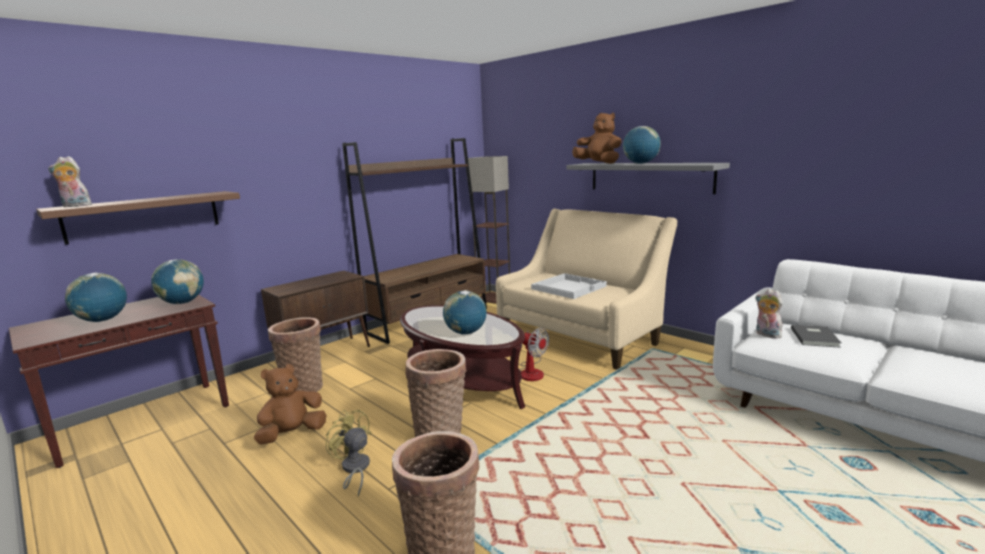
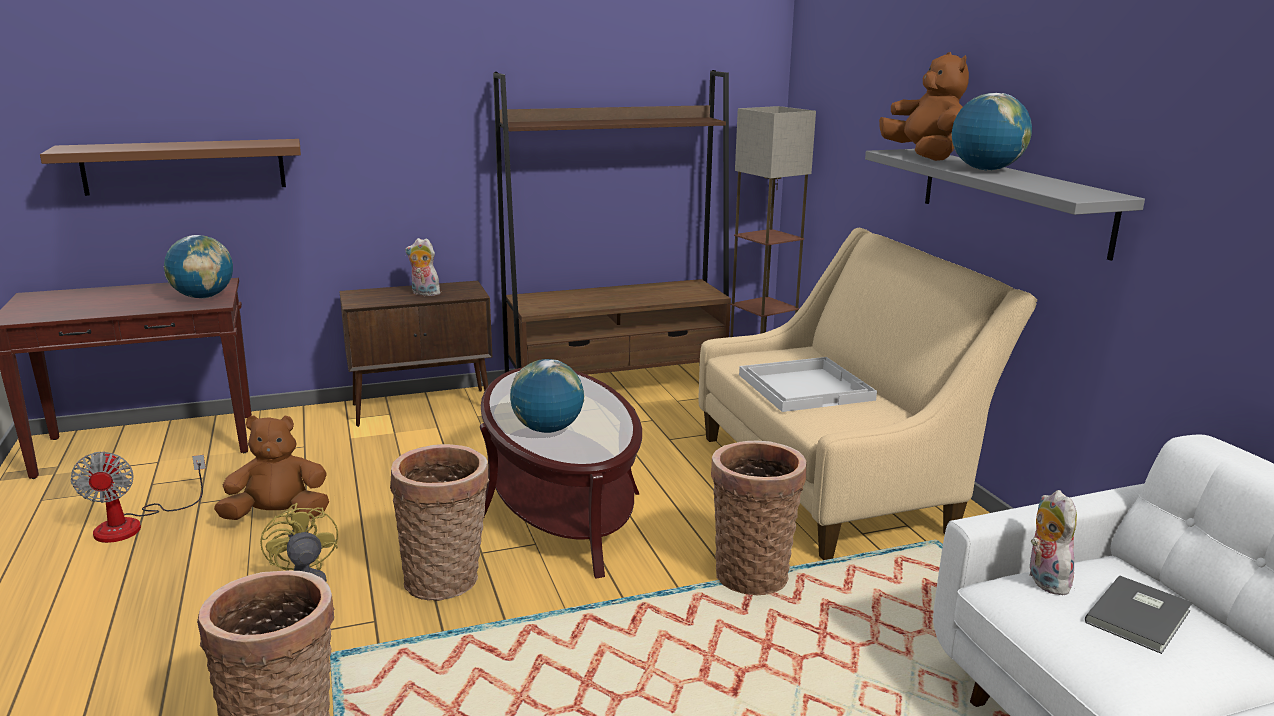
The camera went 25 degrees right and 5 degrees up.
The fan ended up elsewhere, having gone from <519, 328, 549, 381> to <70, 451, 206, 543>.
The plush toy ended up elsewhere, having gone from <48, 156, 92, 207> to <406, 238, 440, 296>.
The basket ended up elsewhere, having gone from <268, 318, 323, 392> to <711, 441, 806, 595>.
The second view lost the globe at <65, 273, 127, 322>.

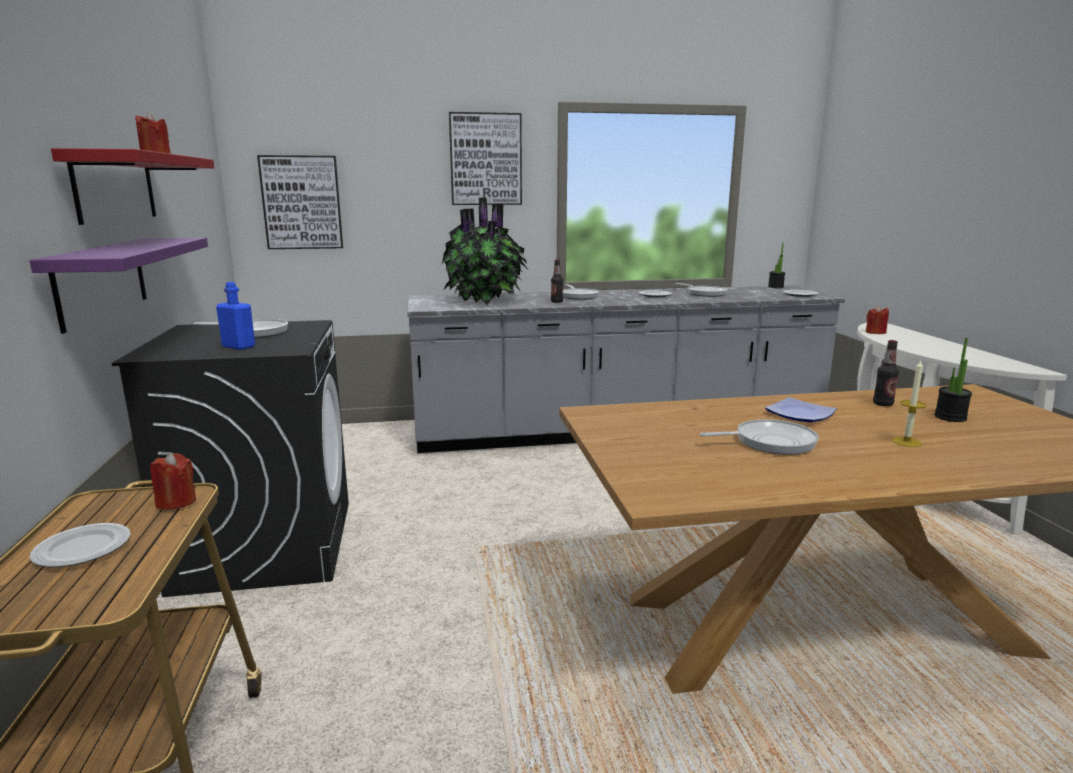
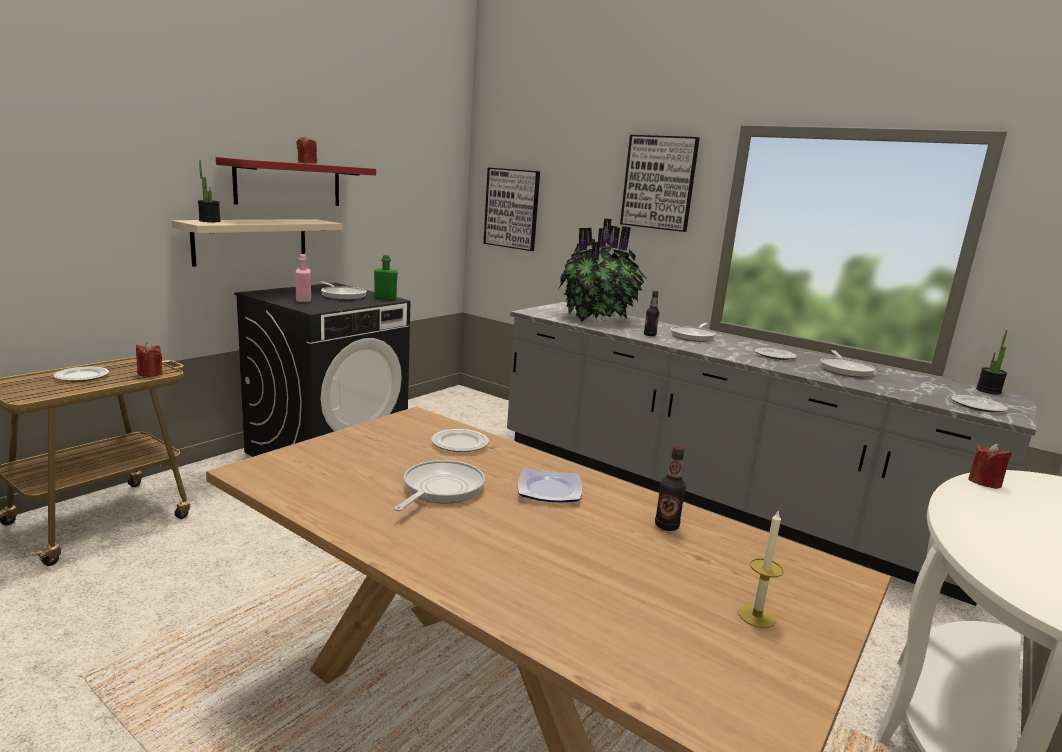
The camera went 45 degrees right and 0 degrees up.
What was the purple shelf at <30, 238, 208, 334> turned into the beige shelf at <172, 219, 343, 267>.
The potted plant ended up elsewhere, having gone from <934, 338, 972, 422> to <198, 160, 221, 222>.
What was the blue bottle at <216, 282, 255, 350> turned into the pink bottle at <295, 254, 311, 302>.
The second view gained the green bottle at <374, 255, 398, 300>.
The frying pan at <700, 419, 819, 455> ended up facing another way, 105 degrees counterclockwise from before.
The second view gained the plate at <431, 429, 489, 452>.
The candle ended up elsewhere, having gone from <892, 361, 926, 447> to <738, 510, 784, 628>.

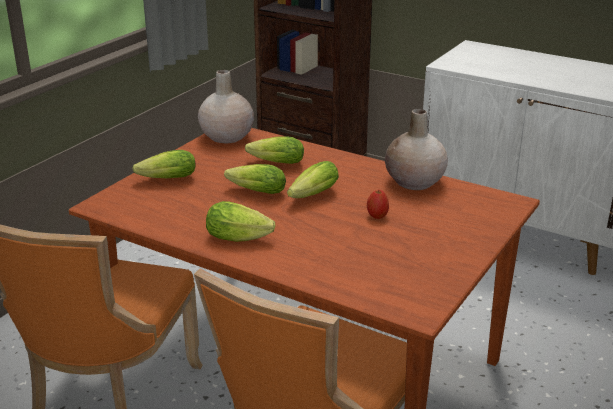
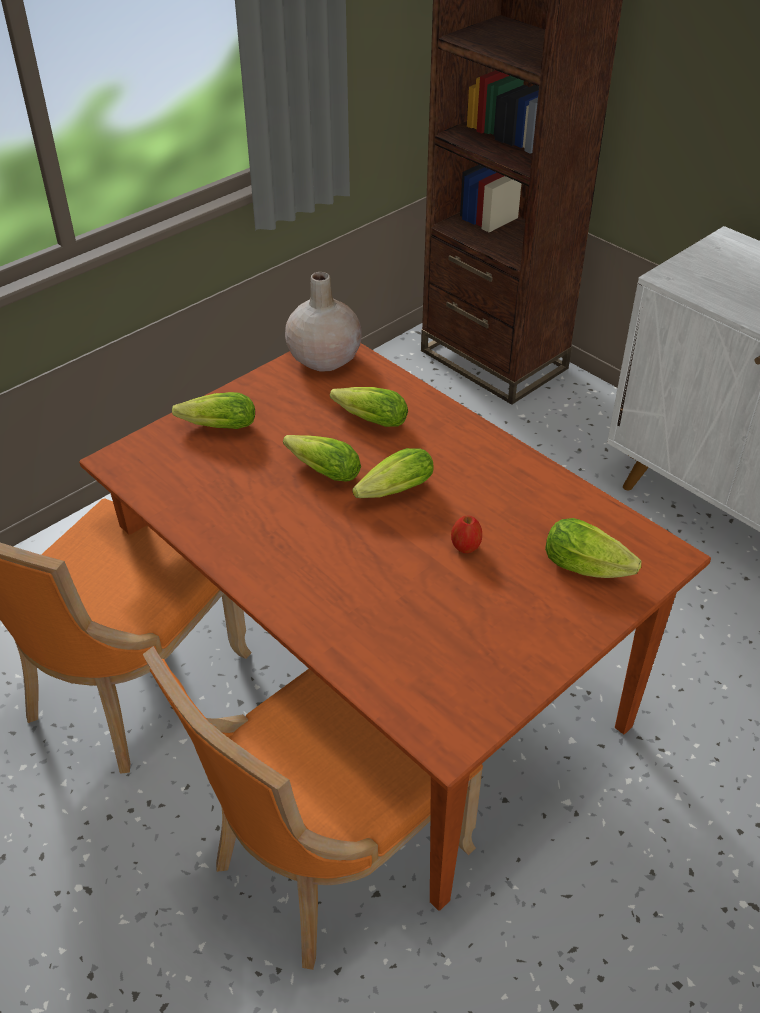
The camera went 15 degrees right and 15 degrees up.
The lettuce ended up elsewhere, having gone from <206, 201, 275, 242> to <545, 518, 641, 578>.
The second view lost the beige vase at <385, 109, 448, 190>.

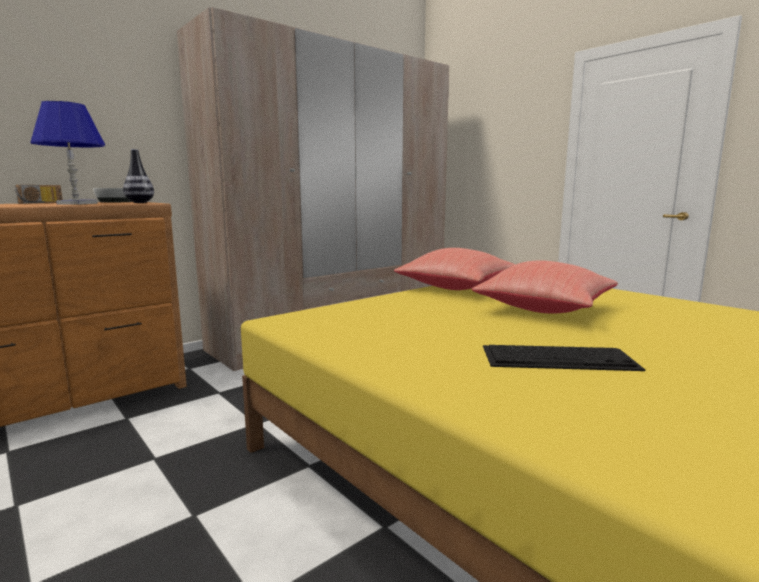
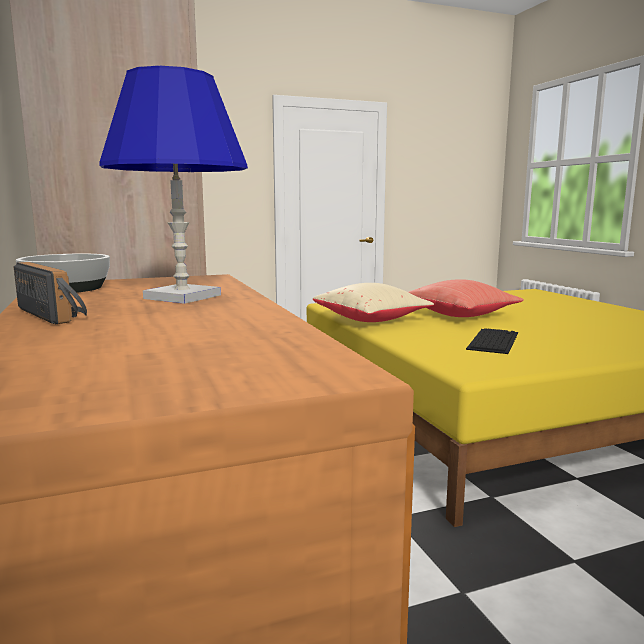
The camera went 70 degrees left and 0 degrees up.
What was the red pillow at <394, 248, 516, 290> turned into the beige pillow at <313, 283, 434, 322>.
The keyboard ended up elsewhere, having gone from <483, 345, 645, 371> to <466, 328, 518, 354>.
The second view lost the vase at <123, 149, 154, 203>.

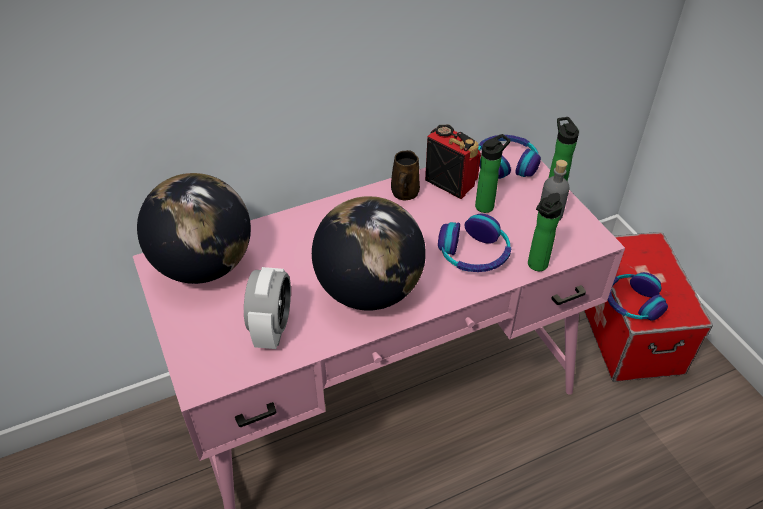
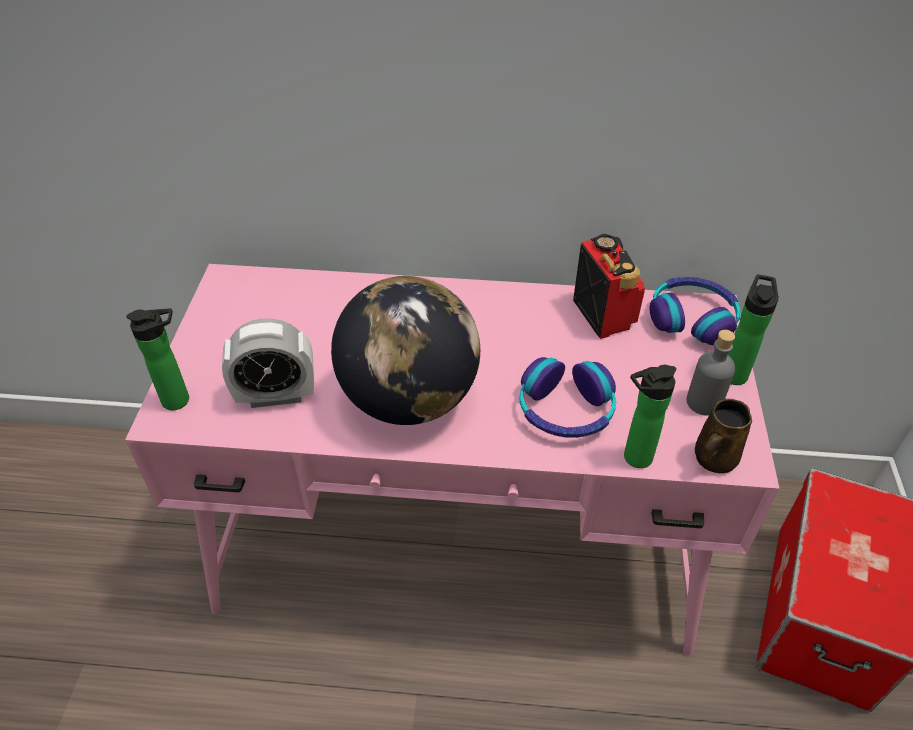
The camera went 30 degrees right and 0 degrees up.
The bottle ended up elsewhere, having gone from <475, 134, 511, 213> to <126, 308, 189, 410>.
The alarm clock at <244, 267, 291, 349> ended up facing another way, 45 degrees clockwise from before.
The brown mug ended up elsewhere, having gone from <391, 150, 420, 201> to <695, 399, 752, 473>.
The second view lost the globe at <137, 173, 251, 284>.
The second view lost the headphones at <608, 272, 668, 321>.

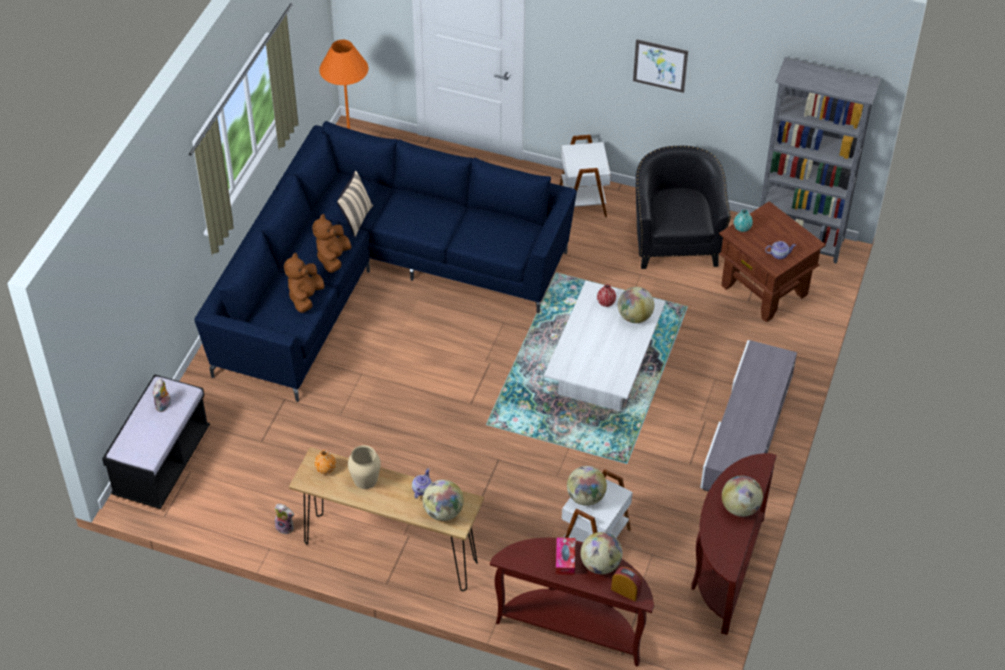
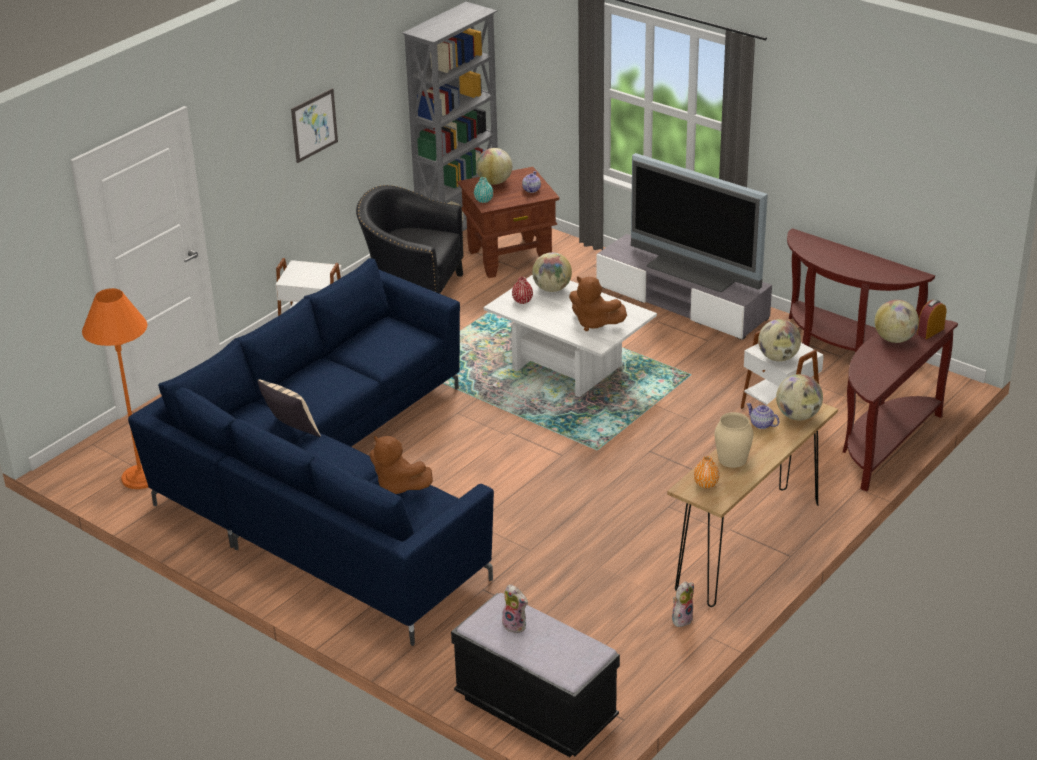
The camera went 70 degrees left and 15 degrees down.
The globe ended up elsewhere, having gone from <722, 476, 763, 517> to <476, 148, 512, 184>.
The brown plush toy ended up elsewhere, having gone from <312, 214, 351, 273> to <569, 276, 627, 331>.
The second view gained the television at <631, 153, 768, 292>.
The second view lost the tissue box at <556, 537, 576, 575>.

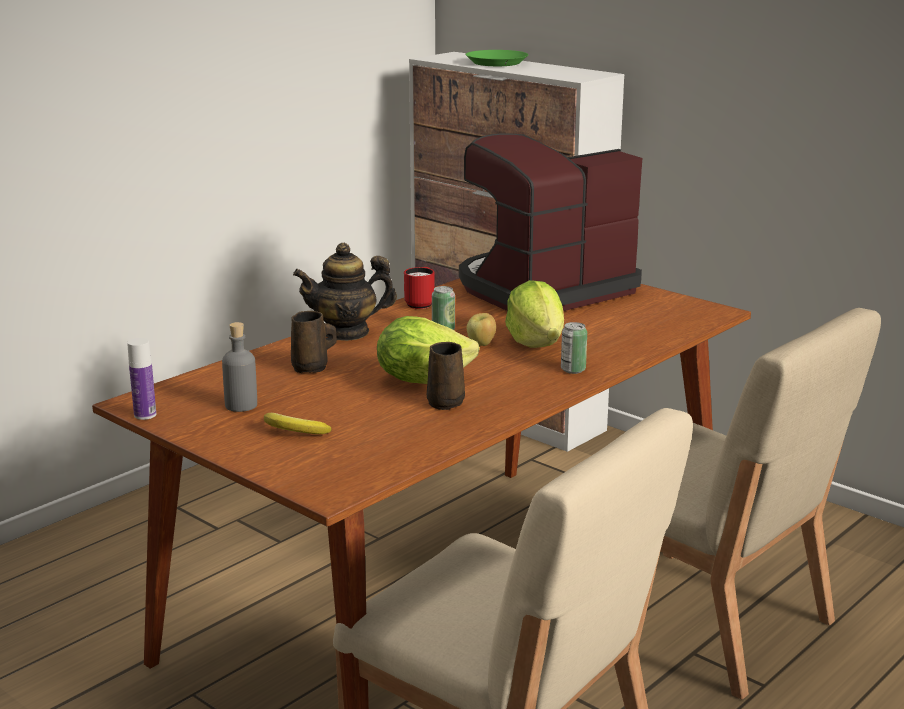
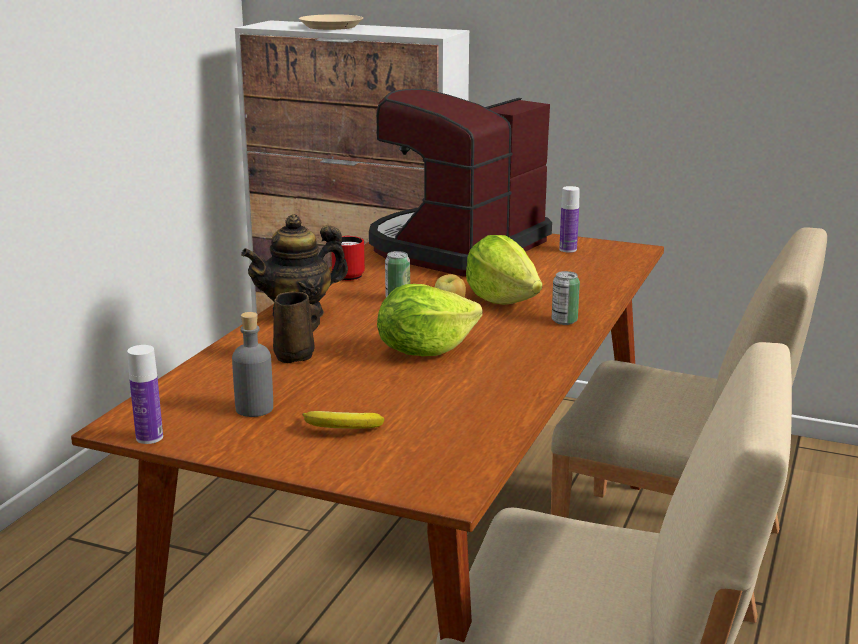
The camera went 20 degrees left and 0 degrees up.
What was the green plate at <465, 50, 528, 66> turned into the beige plate at <299, 14, 363, 30>.
The second view gained the bottle at <559, 186, 580, 253>.
The second view lost the brown mug at <427, 342, 465, 410>.

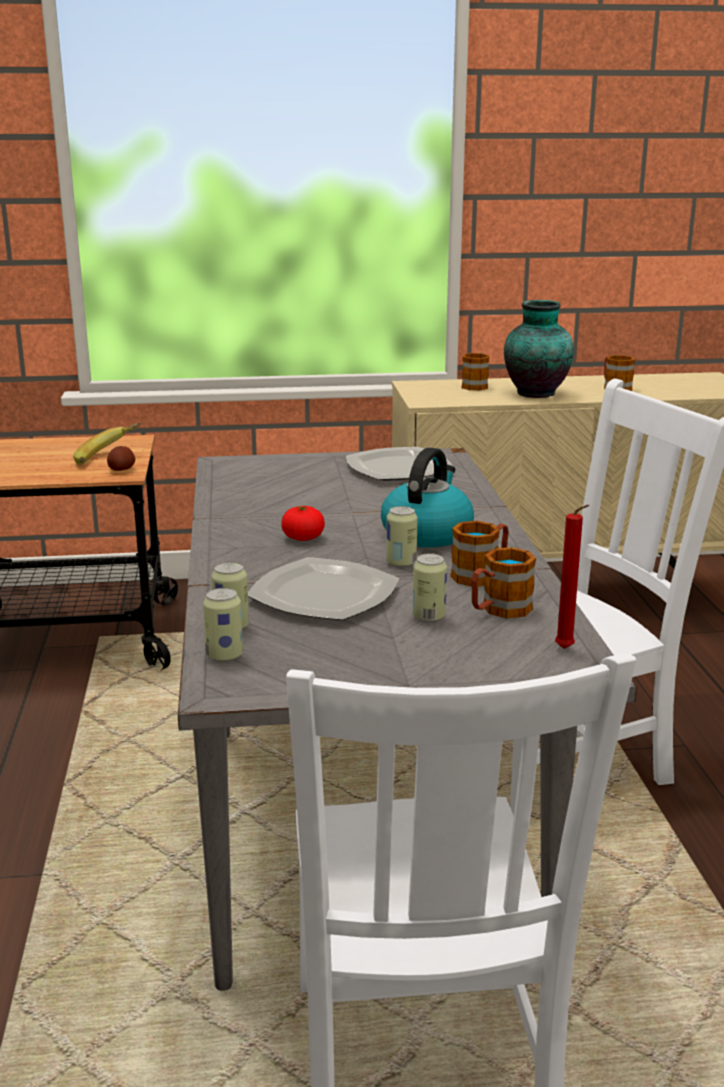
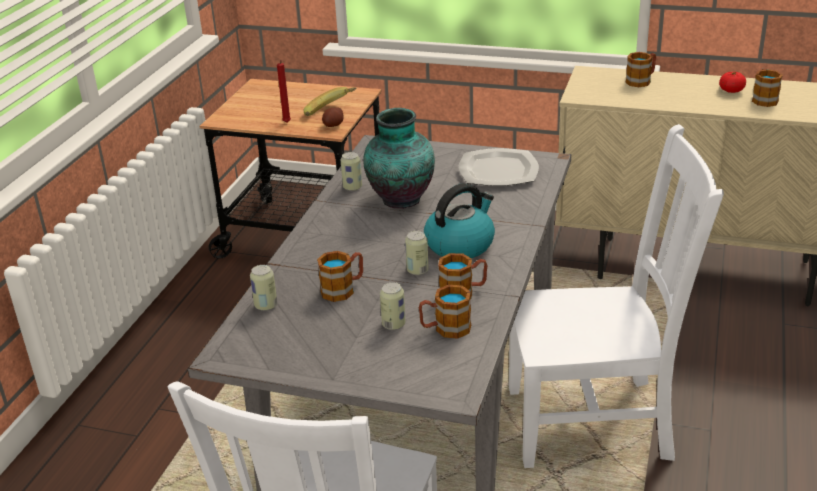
The camera went 25 degrees right and 10 degrees up.
The red candle ended up elsewhere, having gone from <555, 505, 589, 649> to <277, 60, 291, 123>.
Where the plate stood at <248, 557, 399, 620>, the mug came to stand at <317, 251, 363, 302>.
The can ended up elsewhere, having gone from <203, 588, 243, 662> to <341, 152, 362, 191>.
The vase ended up elsewhere, having gone from <504, 300, 574, 398> to <363, 108, 435, 209>.
The tomato ended up elsewhere, having gone from <281, 506, 325, 541> to <719, 72, 746, 93>.

